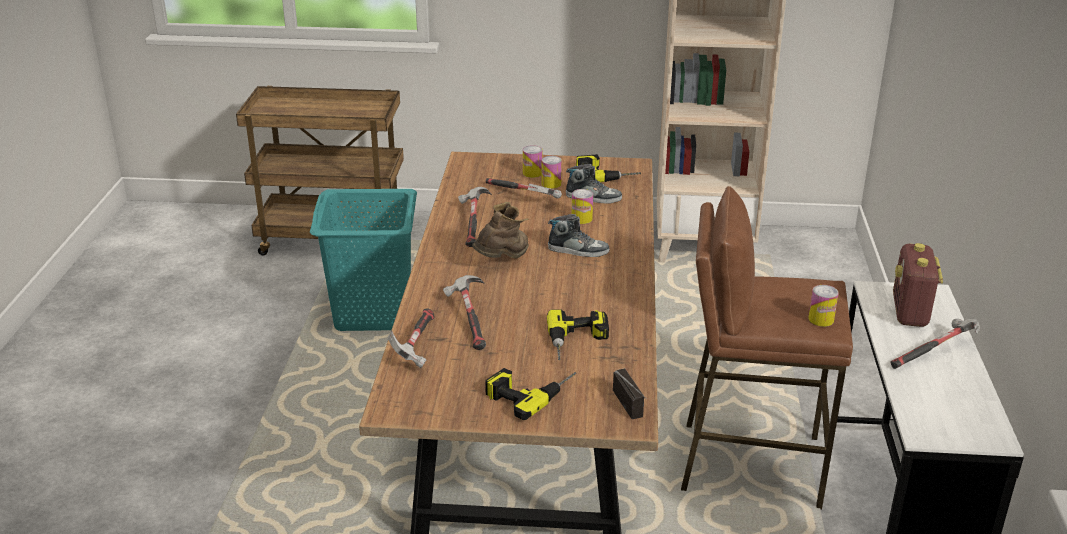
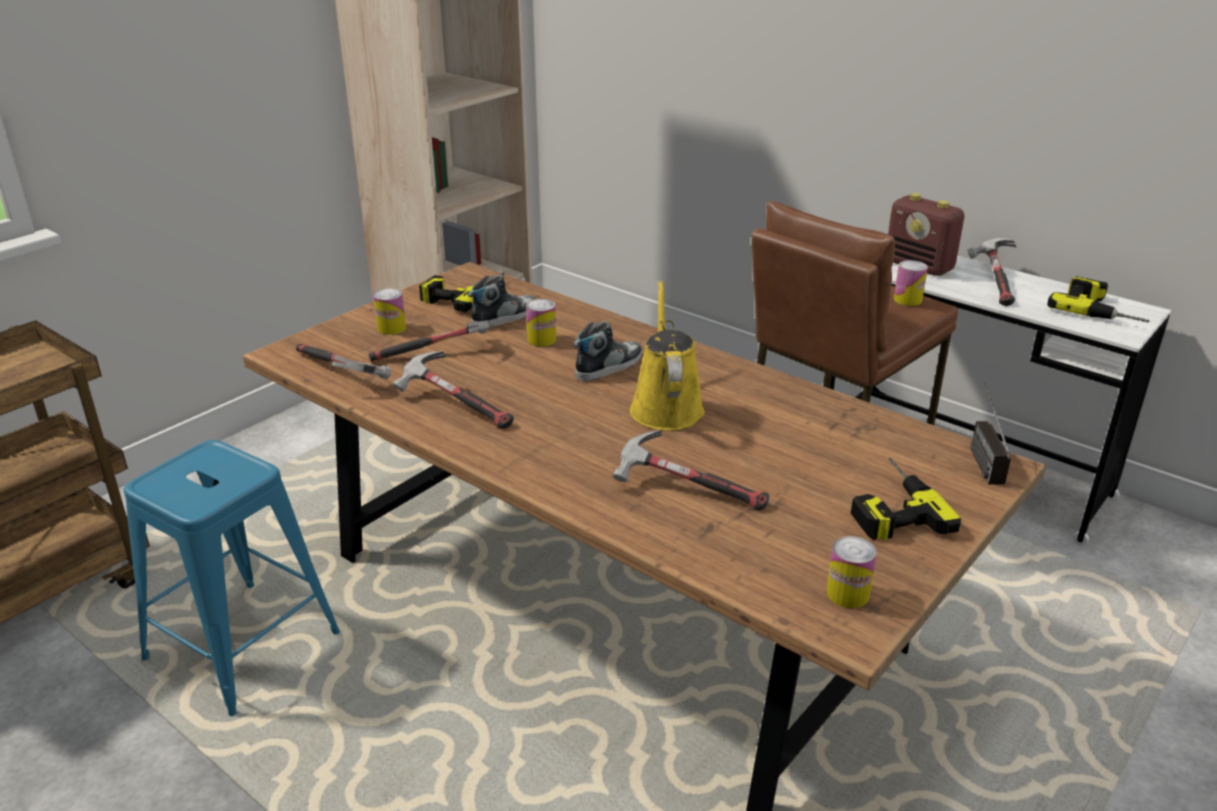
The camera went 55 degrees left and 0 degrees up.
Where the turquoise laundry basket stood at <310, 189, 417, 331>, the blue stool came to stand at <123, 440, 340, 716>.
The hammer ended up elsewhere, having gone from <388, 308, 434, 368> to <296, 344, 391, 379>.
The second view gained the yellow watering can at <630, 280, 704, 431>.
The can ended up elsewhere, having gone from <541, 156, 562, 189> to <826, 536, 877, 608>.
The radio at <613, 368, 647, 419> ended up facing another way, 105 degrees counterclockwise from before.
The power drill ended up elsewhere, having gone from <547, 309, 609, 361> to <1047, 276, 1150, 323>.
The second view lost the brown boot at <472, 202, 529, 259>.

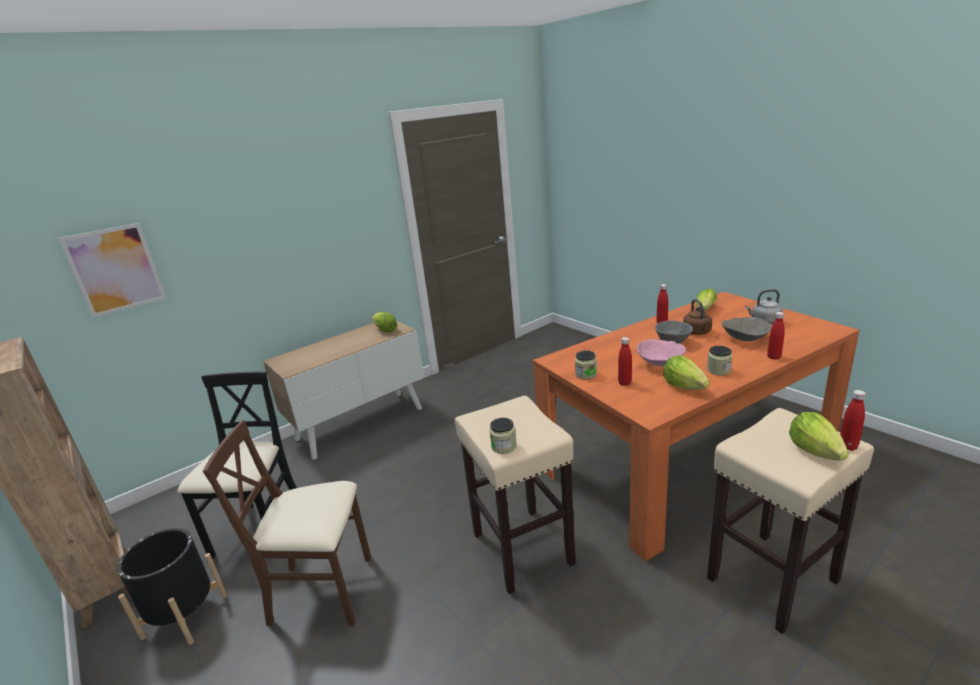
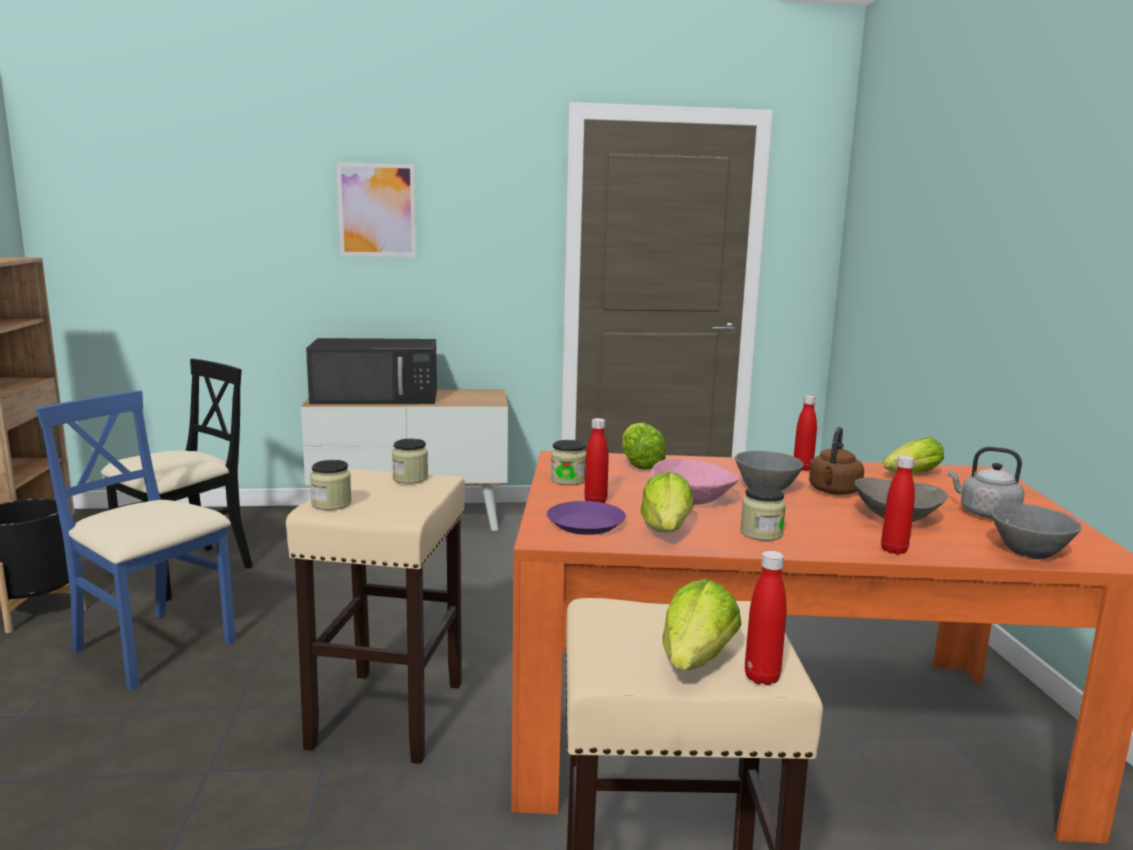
The camera went 30 degrees right and 10 degrees down.
What was the brown chair at <203, 420, 371, 626> turned into the blue chair at <36, 390, 236, 691>.
The second view gained the black microwave at <306, 338, 437, 404>.
The picture ended up elsewhere, having gone from <59, 223, 167, 317> to <336, 162, 416, 257>.
The second view gained the jar at <392, 438, 428, 484>.
The second view gained the purple plate at <547, 501, 626, 535>.
The lettuce ended up elsewhere, having gone from <372, 312, 397, 333> to <622, 423, 666, 470>.
The second view gained the grey bowl at <991, 503, 1082, 559>.

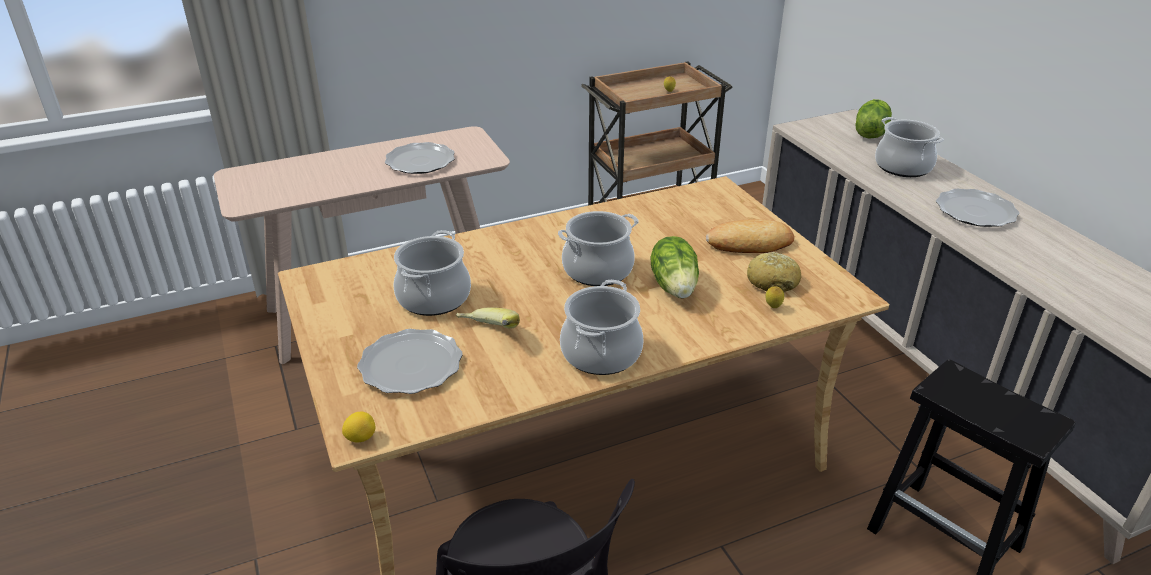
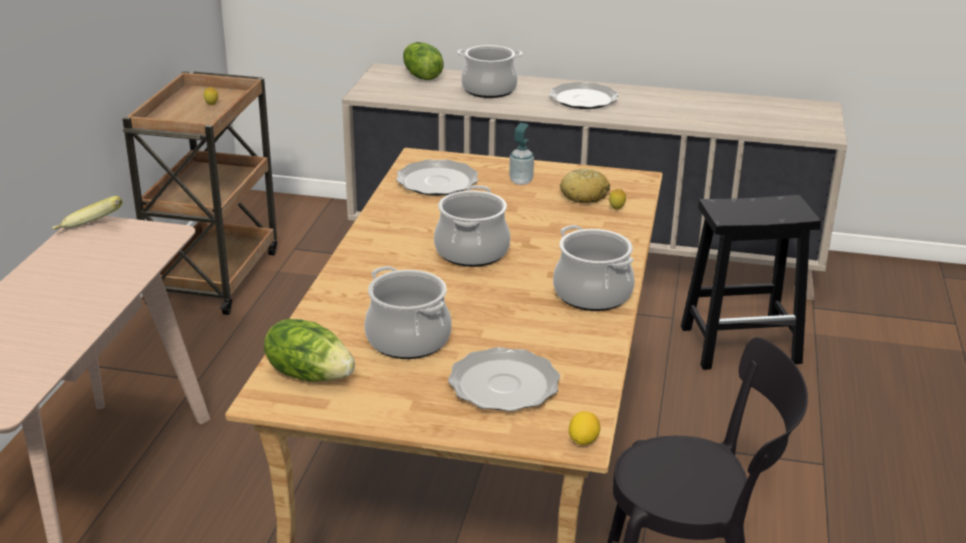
The camera went 55 degrees left and 5 degrees down.
The banana ended up elsewhere, having gone from <456, 307, 520, 329> to <52, 196, 123, 229>.
The lettuce ended up elsewhere, having gone from <650, 236, 699, 299> to <264, 319, 355, 382>.
The plate ended up elsewhere, having gone from <385, 142, 455, 174> to <396, 159, 478, 196>.
Where the bread stood at <706, 219, 794, 253>, the soap dispenser came to stand at <509, 123, 534, 185>.

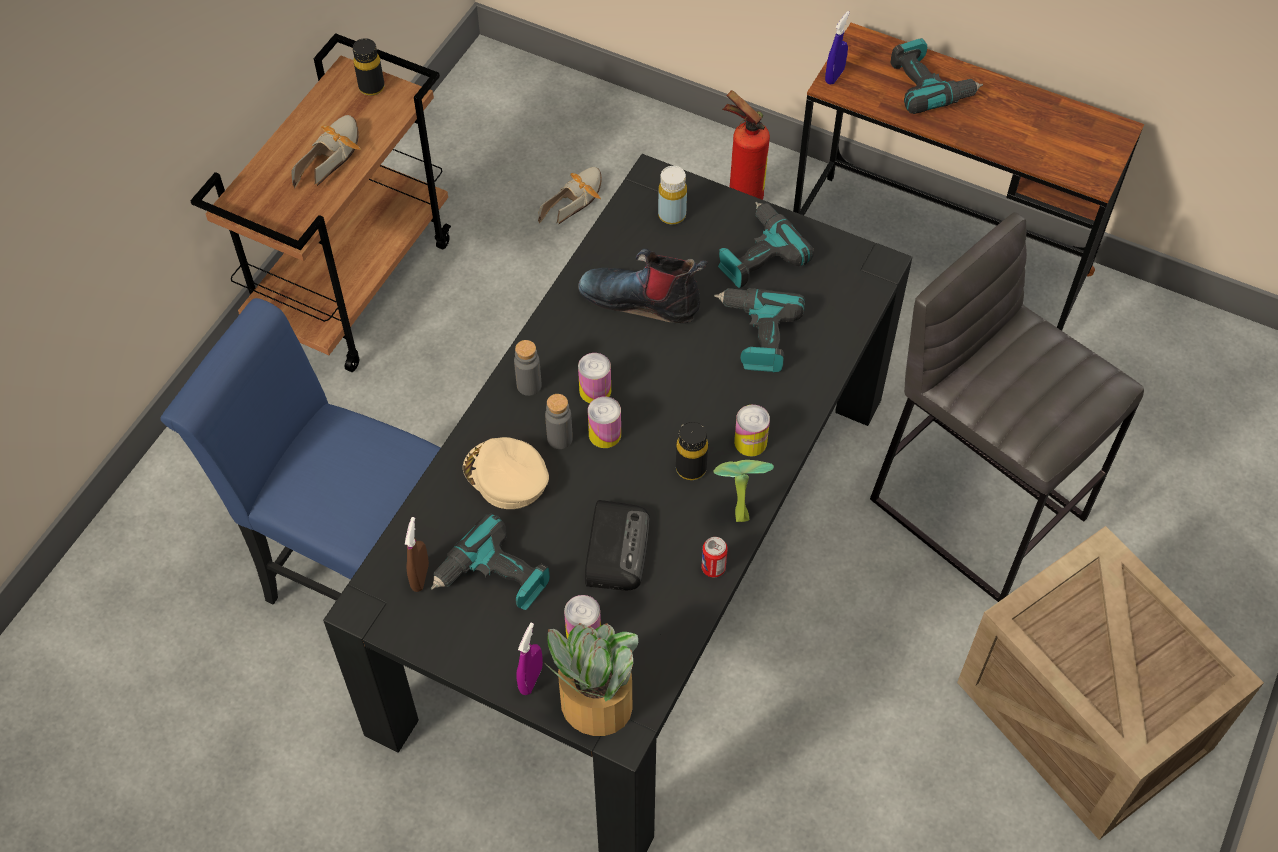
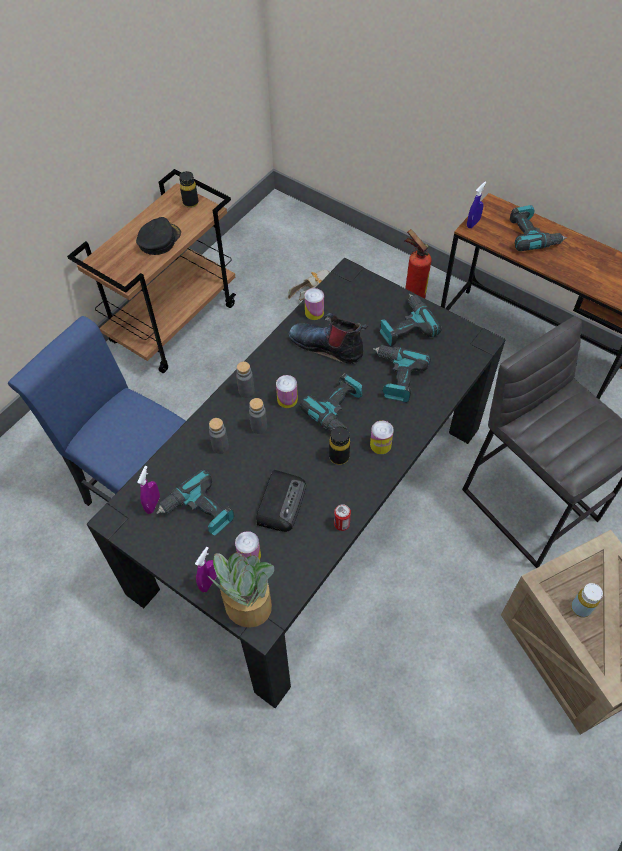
The camera went 10 degrees right and 0 degrees up.
Where the shoe stood at <291, 115, 361, 189>, the black cap came to stand at <136, 217, 181, 255>.
What was the brown spray bottle at <405, 517, 429, 592> turned into the purple spray bottle at <137, 466, 160, 514>.
Where the beige cap stood at <463, 437, 549, 509>, the grey bottle came to stand at <209, 418, 229, 454>.
The second view gained the power drill at <300, 373, 363, 431>.
The can ended up elsewhere, having gone from <588, 397, 621, 448> to <305, 288, 324, 320>.
The yellow bottle ended up elsewhere, having gone from <658, 166, 687, 225> to <571, 583, 603, 618>.
The second view lost the potted plant at <714, 460, 774, 522>.

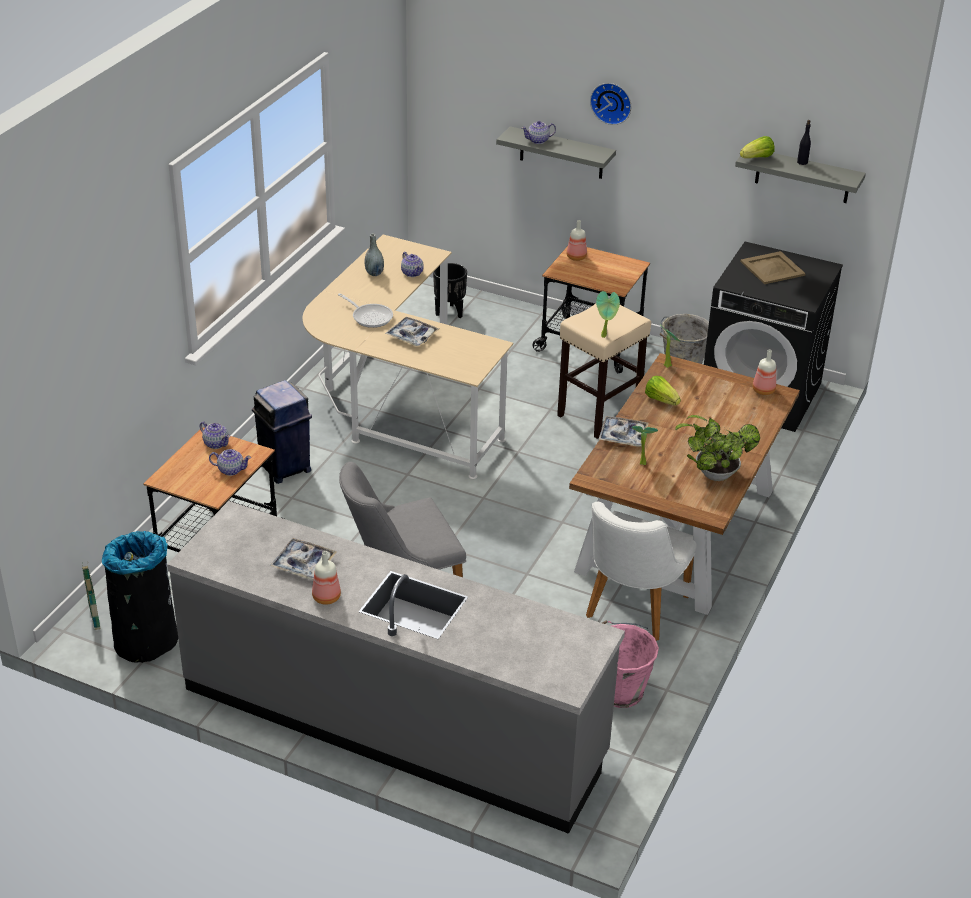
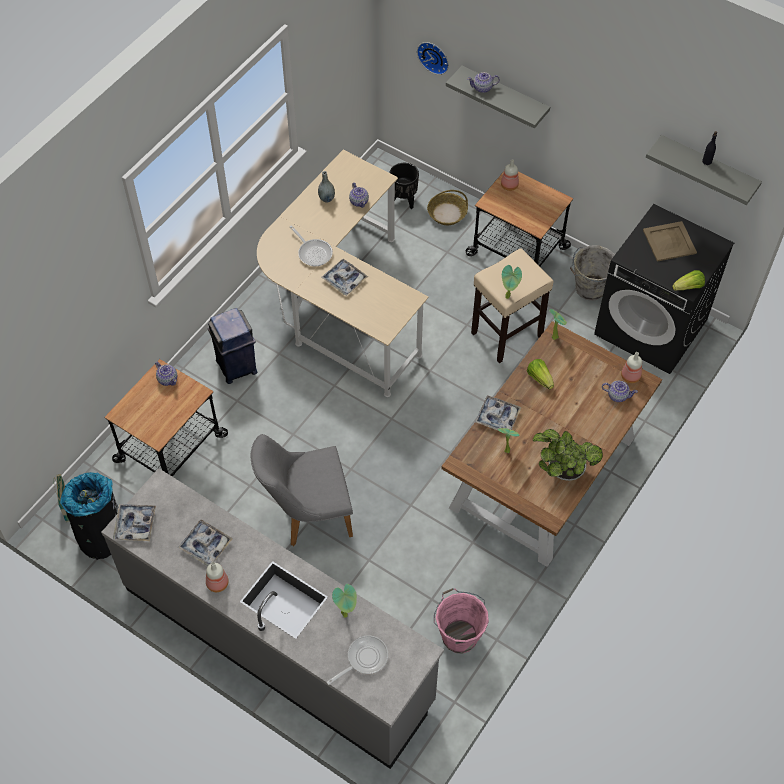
The camera went 10 degrees right and 20 degrees up.
The second view gained the tray at <113, 504, 156, 541>.
The second view gained the frying pan at <326, 635, 388, 685>.
The second view gained the potted plant at <332, 584, 357, 618>.
The wall clock ended up elsewhere, having gone from <590, 83, 631, 125> to <417, 42, 449, 75>.
The second view gained the basket at <427, 190, 468, 225>.
The teapot ended up elsewhere, having gone from <209, 449, 251, 476> to <602, 381, 638, 402>.
The lettuce ended up elsewhere, having gone from <740, 136, 775, 158> to <672, 270, 705, 291>.
The second view lost the white chair at <586, 502, 697, 641>.

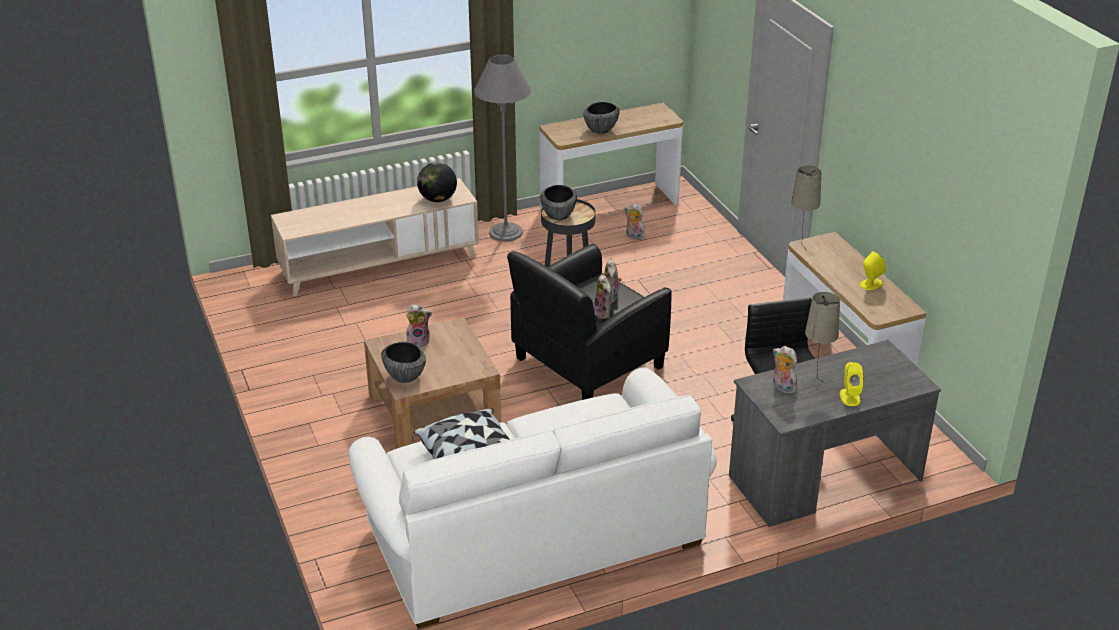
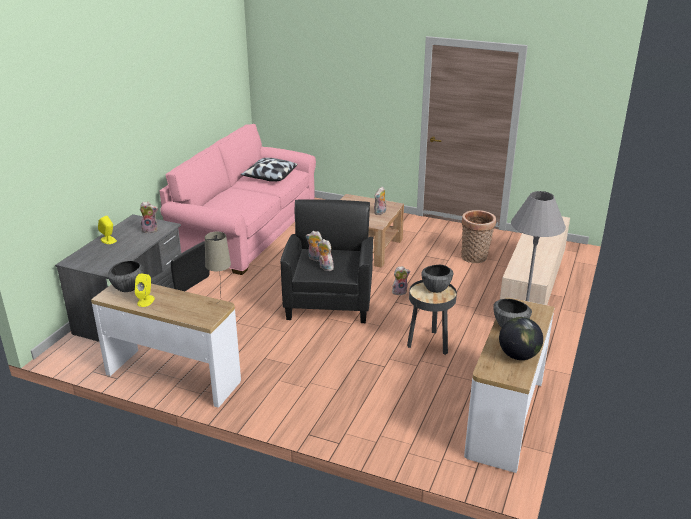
The camera went 135 degrees right and 5 degrees down.
The bowl ended up elsewhere, having gone from <381, 342, 426, 383> to <108, 261, 144, 292>.
What was the white sofa at <349, 367, 717, 629> turned into the pink sofa at <159, 124, 316, 275>.
The plush toy ended up elsewhere, having gone from <624, 204, 644, 240> to <392, 266, 410, 295>.
The second view gained the basket at <461, 210, 496, 263>.
The globe ended up elsewhere, having gone from <417, 162, 457, 202> to <499, 317, 543, 360>.
The second view lost the beige table lamp at <805, 292, 840, 380>.

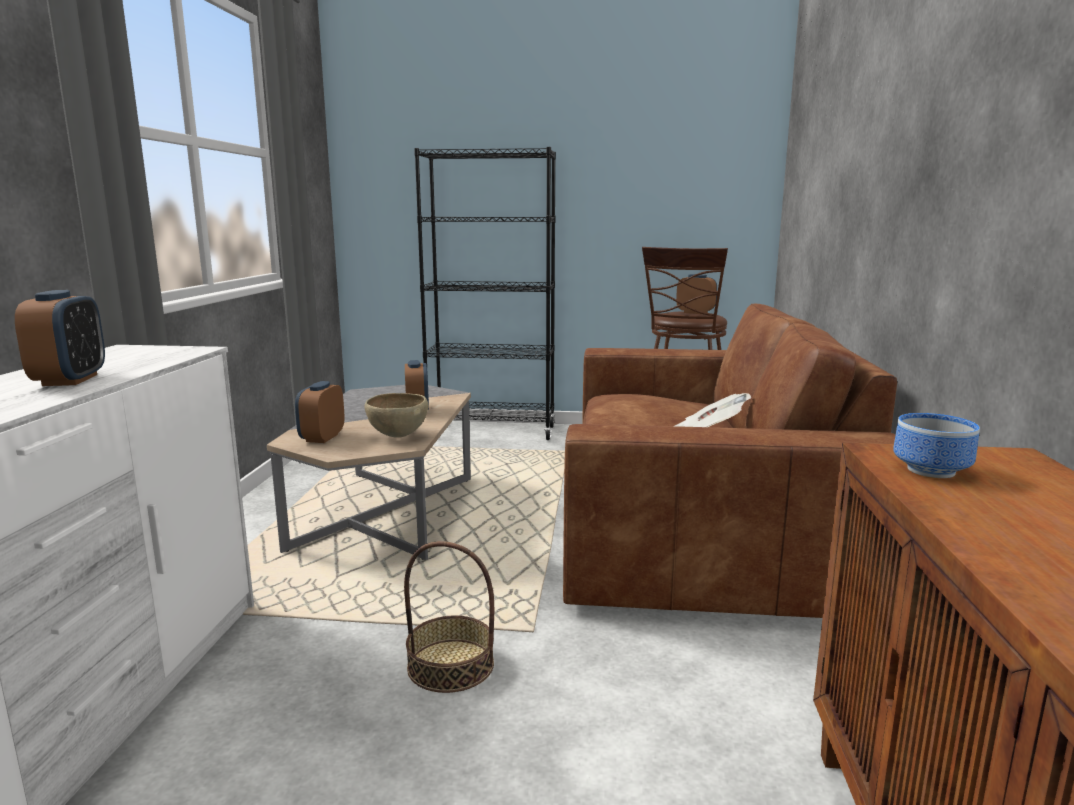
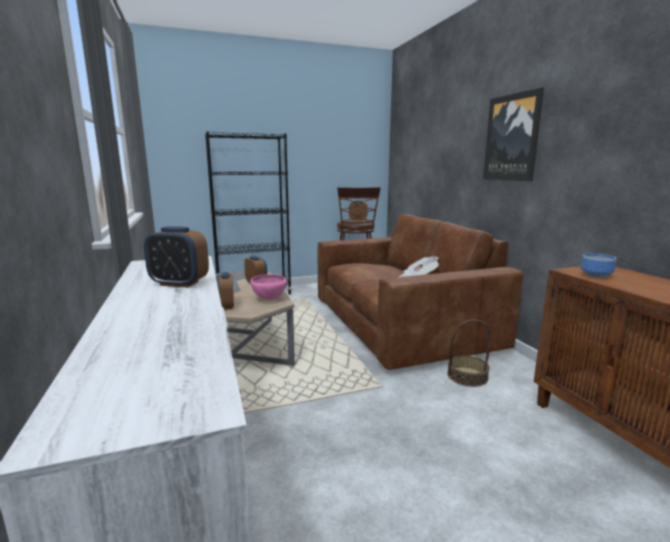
The camera went 25 degrees left and 0 degrees up.
The alarm clock at <15, 290, 105, 386> ended up facing another way, 135 degrees clockwise from before.
What was the brown bowl at <364, 393, 428, 438> turned into the pink bowl at <250, 274, 286, 300>.
The basket ended up elsewhere, having gone from <404, 541, 494, 693> to <447, 320, 491, 387>.
The second view gained the picture at <483, 87, 544, 181>.

